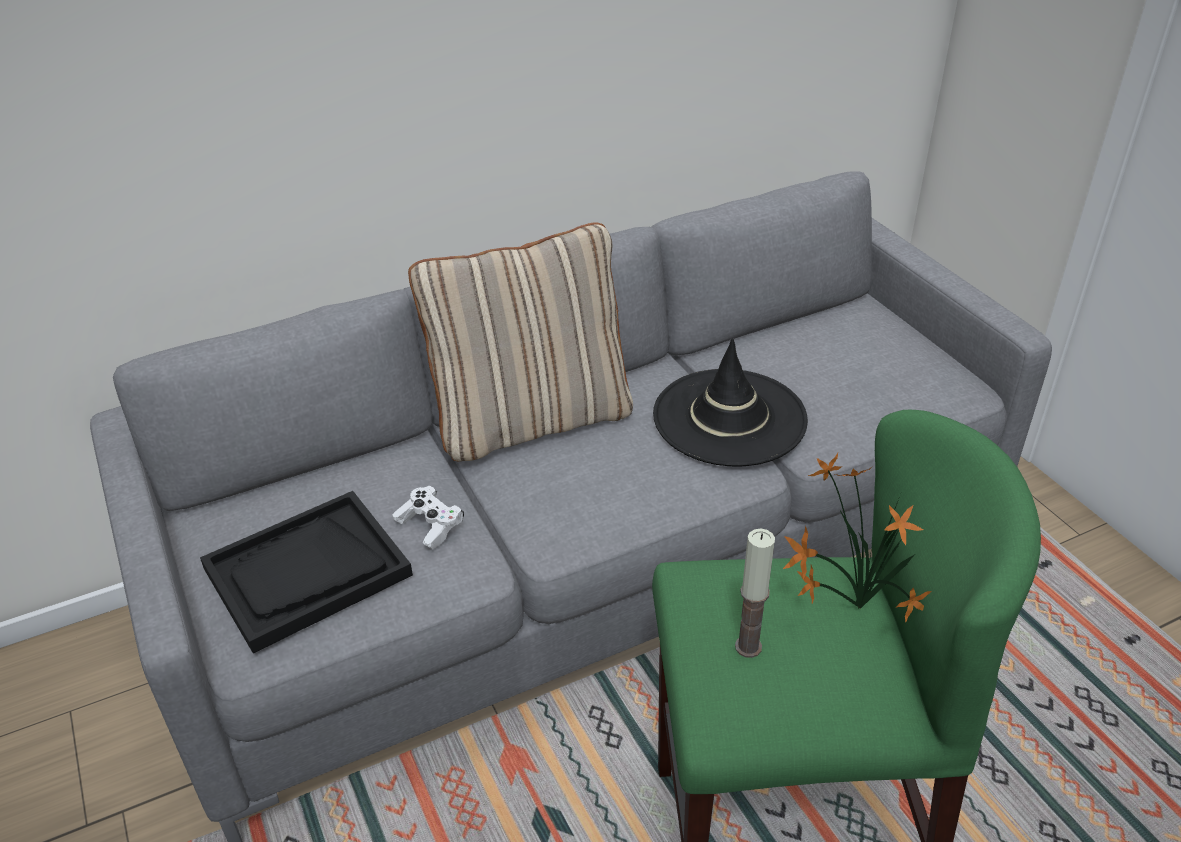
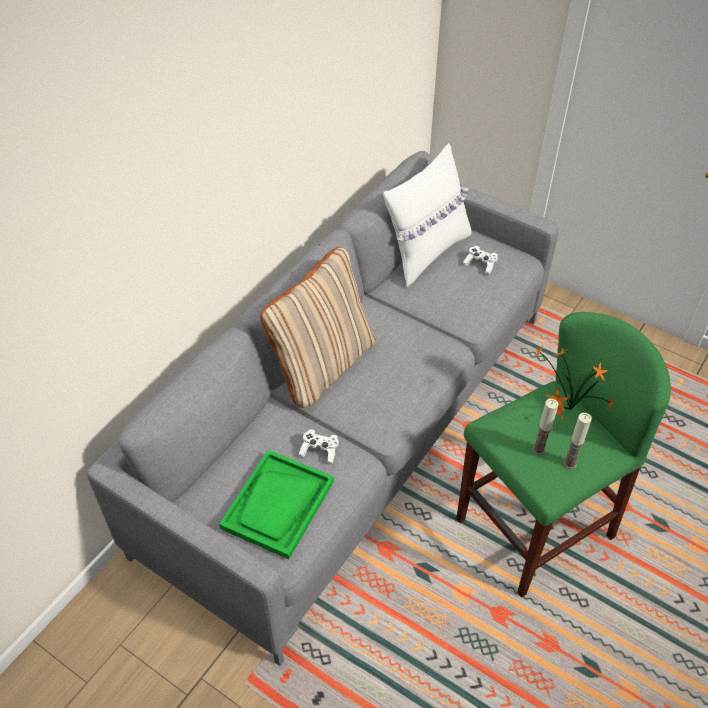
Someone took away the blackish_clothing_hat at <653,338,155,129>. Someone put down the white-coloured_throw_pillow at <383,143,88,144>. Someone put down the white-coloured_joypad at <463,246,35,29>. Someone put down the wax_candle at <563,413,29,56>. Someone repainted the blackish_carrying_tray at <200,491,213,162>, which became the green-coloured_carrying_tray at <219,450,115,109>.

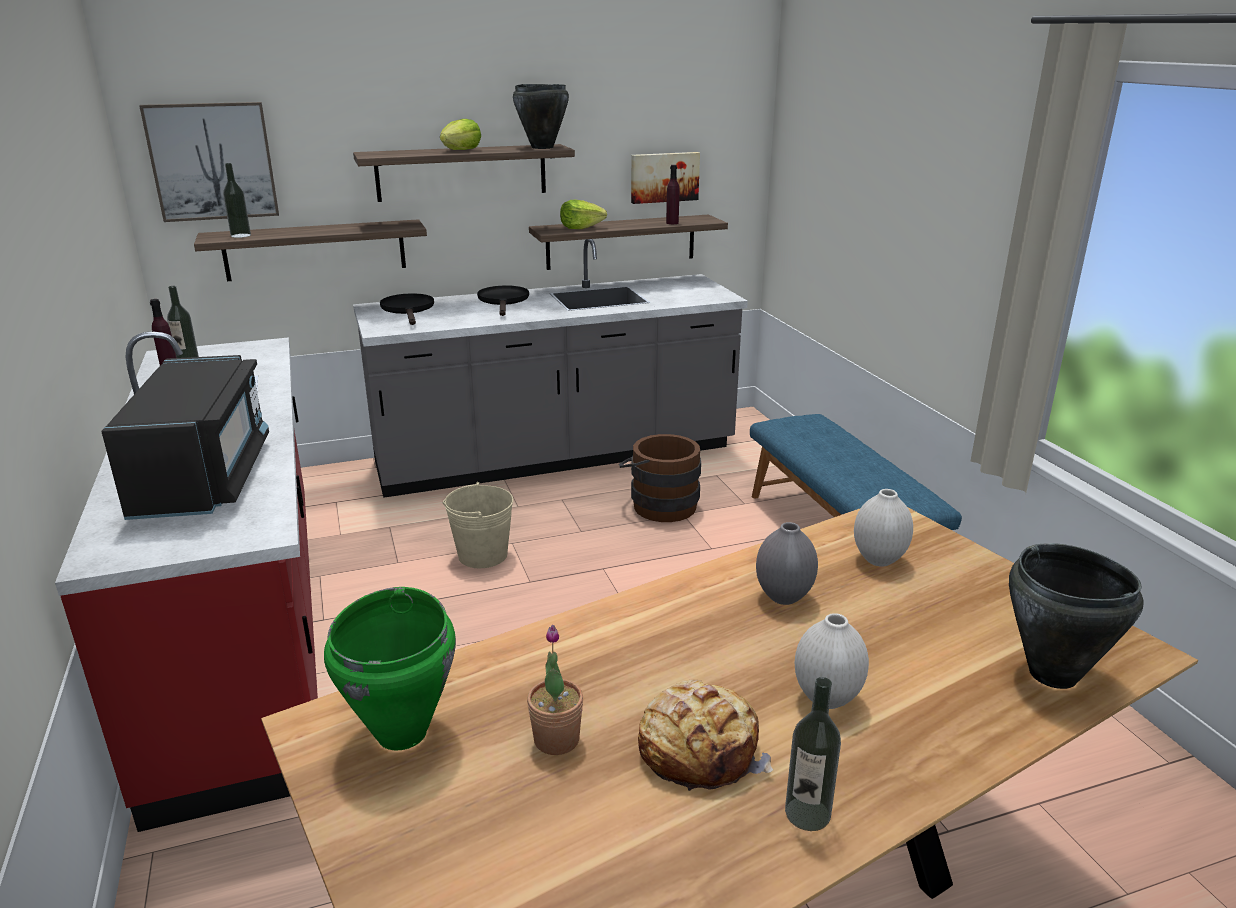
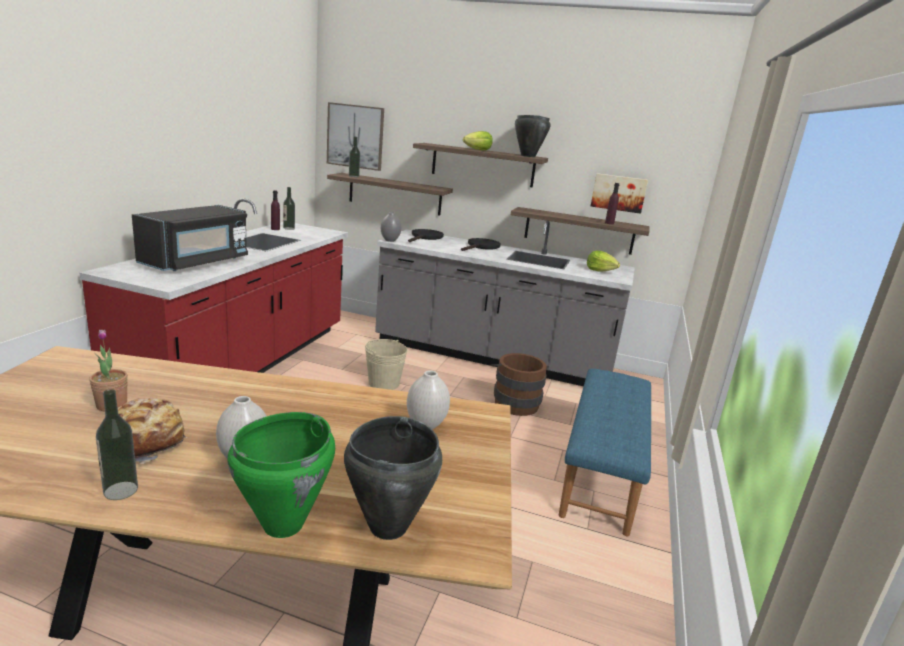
Someone carried the green-coloured_saucepot from <324,587,132,163> to <227,412,108,126>. Someone carried the head_of_lettuce from <560,200,47,29> to <587,251,33,21>. Someone carried the grey_vase from <756,522,62,83> to <381,212,20,30>.

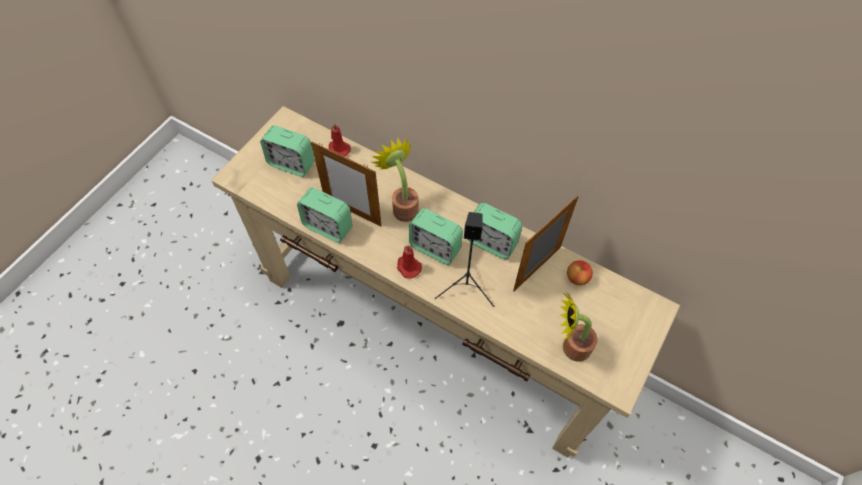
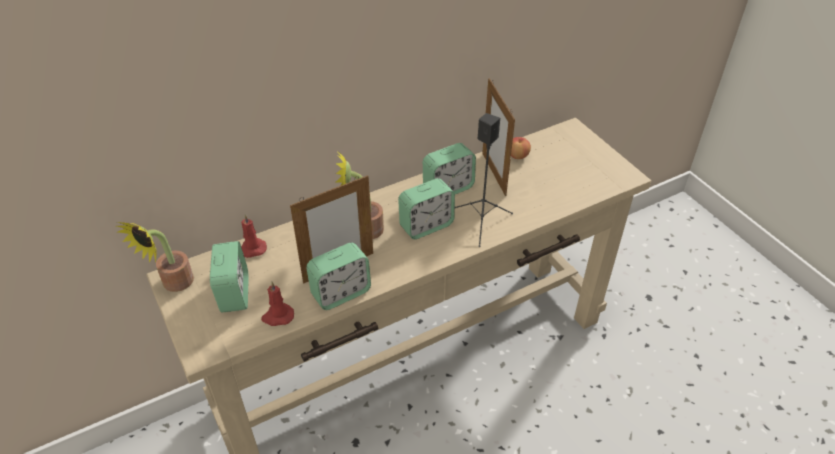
Someone carried the reddish_wax_candle from <397,245,25,34> to <261,282,33,44>. Someone carried the potted_plant from <560,290,38,72> to <117,222,77,70>. Someone rotated the alarm_clock at <260,125,55,52> by 60 degrees counterclockwise.

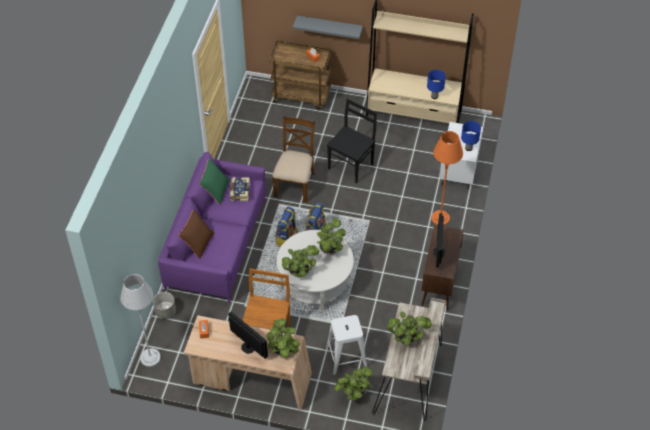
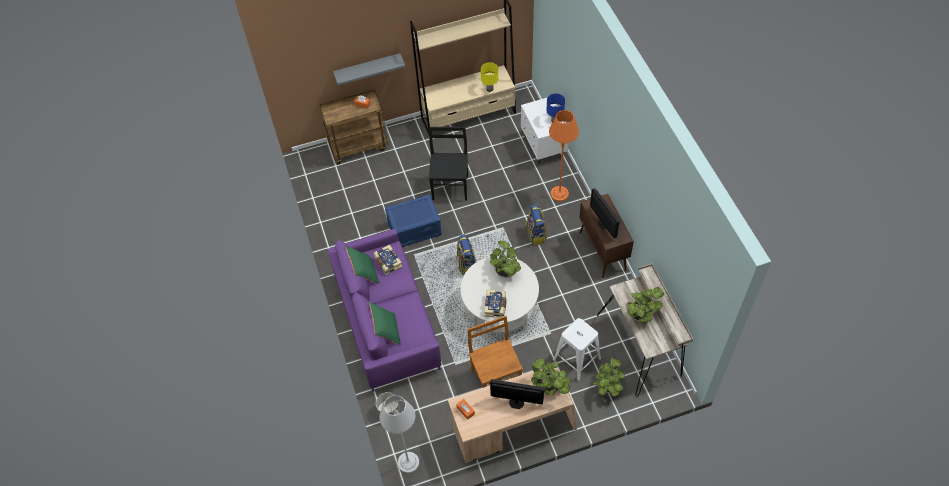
Someone carried the rucksack from <276,206,22,40> to <526,205,21,40>. Someone swapped the brown_plain_chair at <272,116,43,87> for the blue-coloured_storage_container at <385,194,57,53>. Someone swapped the potted_plant at <282,245,37,33> for the bound_book at <484,290,22,28>. Someone repainted the brown_throw_pillow at <178,209,37,49>, which became the green-coloured_throw_pillow at <369,302,32,43>. Someone repainted the blue-coloured_lamp_for_a_table at <427,70,19,29>, which became the yellow_lamp_for_a_table at <481,62,17,30>.

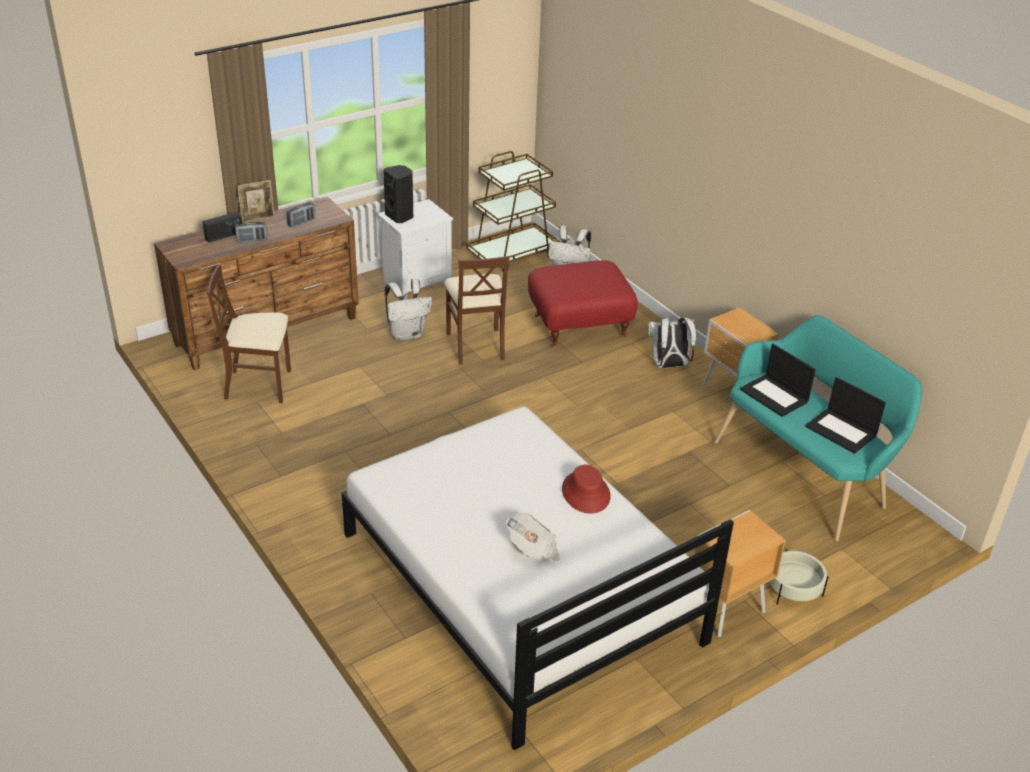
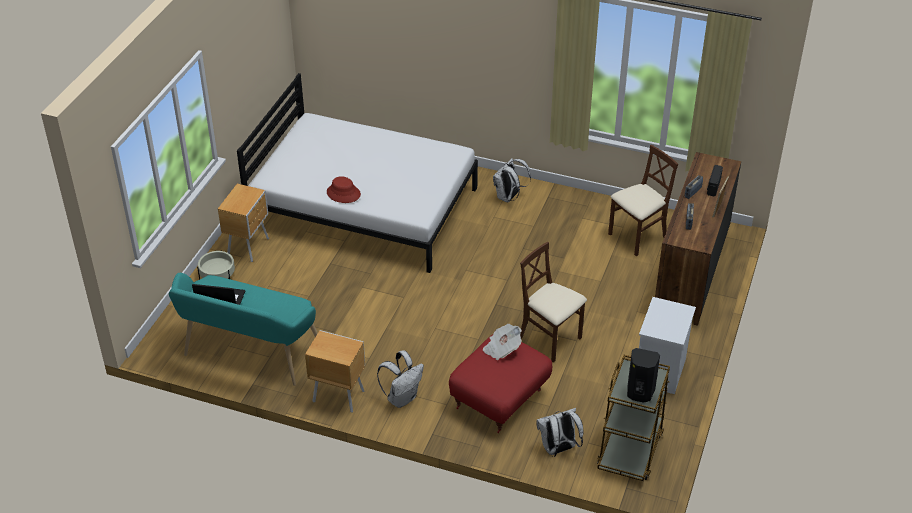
Someone took away the laptop at <740,344,76,73>. Someone carried the blackish_speaker from <383,165,30,58> to <627,348,33,55>. Someone carried the white-coloured_rucksack from <384,279,48,62> to <493,158,38,44>. Someone carried the daily_paper from <506,513,54,48> to <483,324,39,36>.

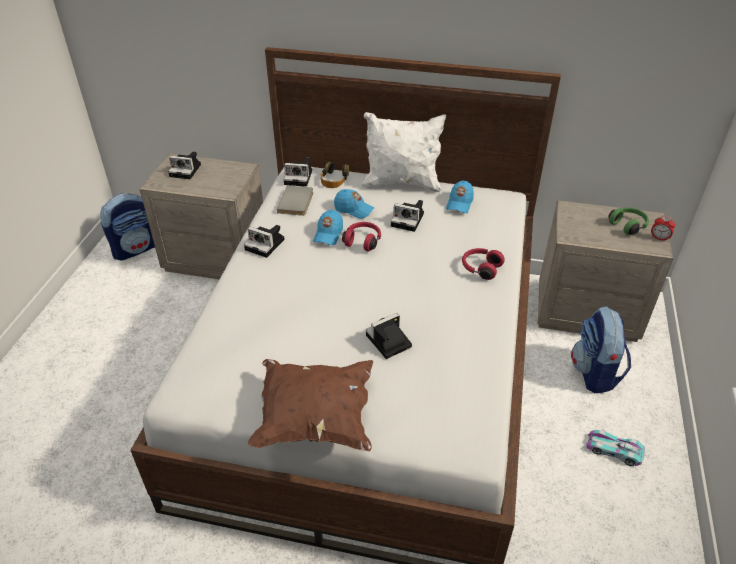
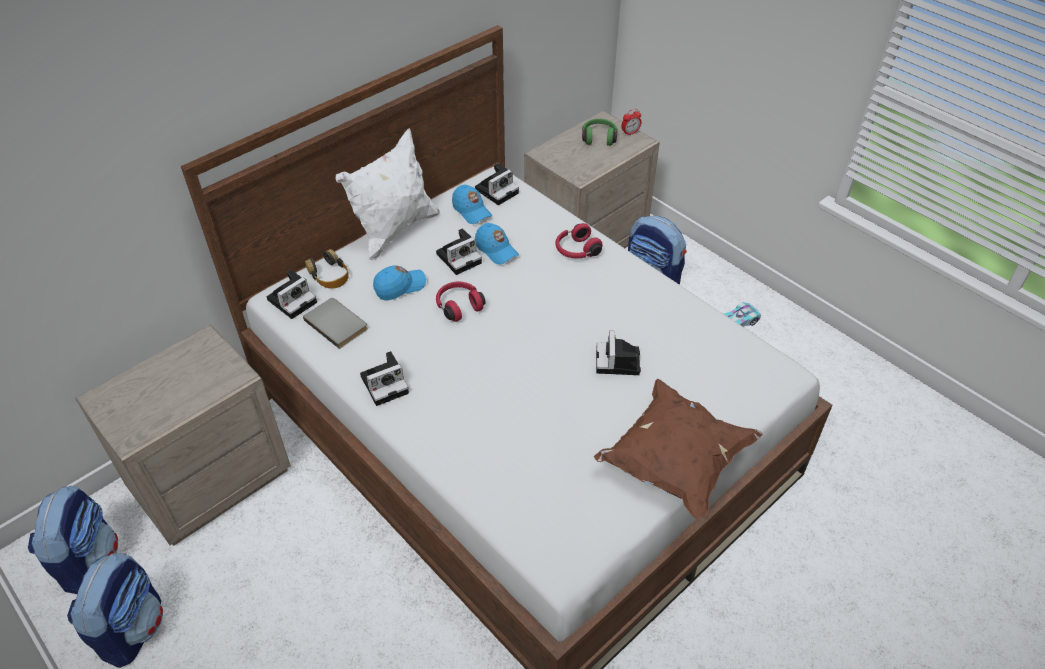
Someone put down the rucksack at <67,553,96,115>. Someone carried the still_camera from <168,151,33,28> to <475,163,44,42>. Someone carried the blue-coloured_cap from <313,210,30,35> to <475,223,44,41>.

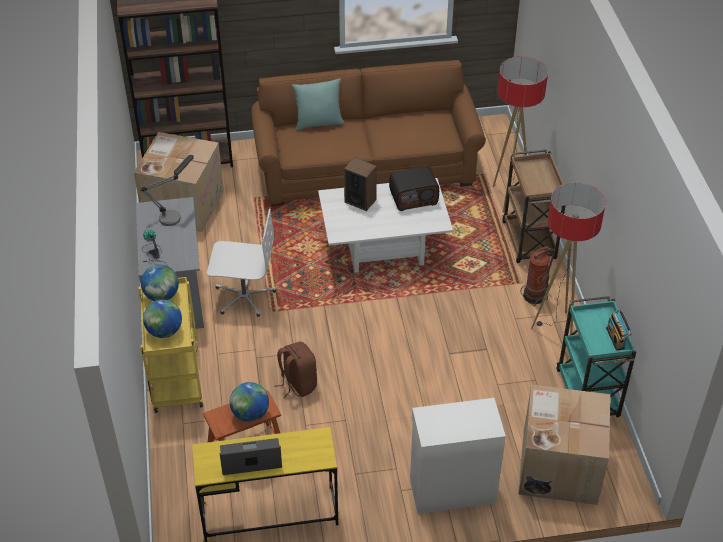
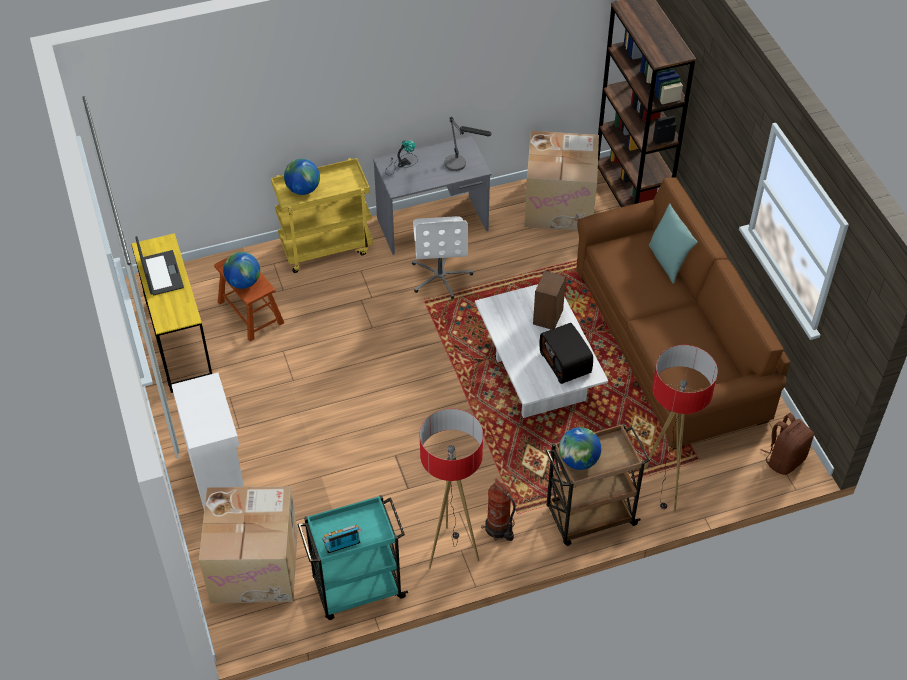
Someone carried the desk_globe from <141,265,38,36> to <559,427,42,43>. Someone carried the brown_rucksack from <274,342,43,57> to <761,413,53,62>.

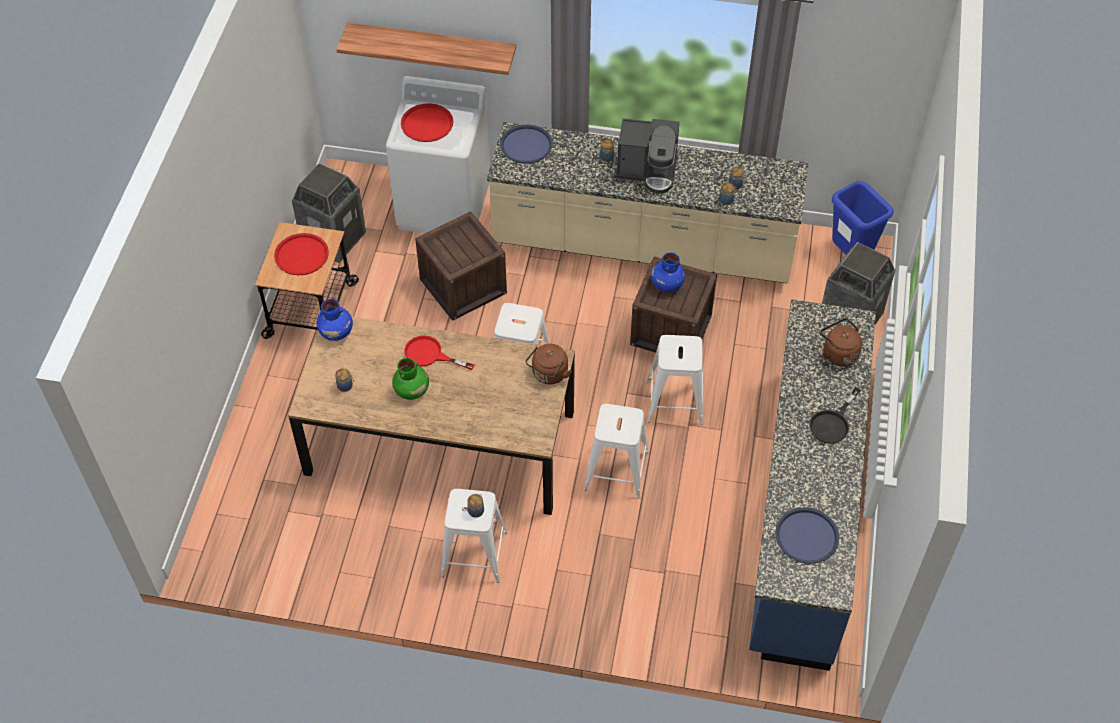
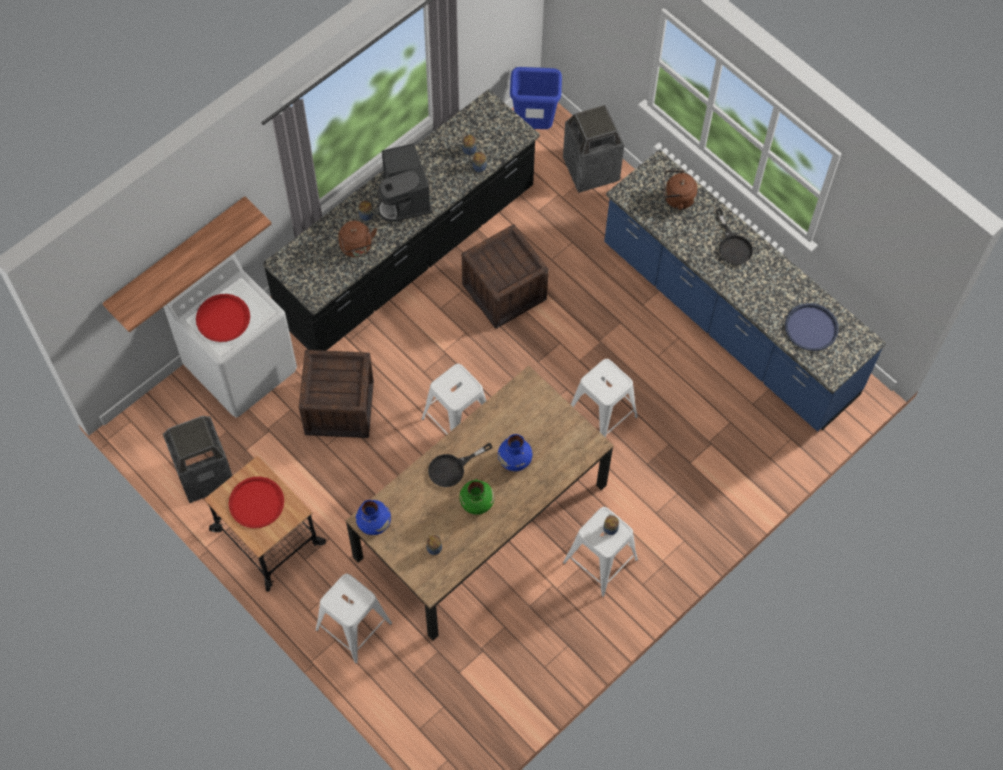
Someone took away the blue-coloured_carrying_tray at <500,124,53,40>. Someone carried the brown_water_kettle from <526,344,46,41> to <338,221,39,36>. Someone carried the white-coloured_sitting_stool from <648,335,55,90> to <315,574,77,89>. Someone carried the blue-coloured_vase from <651,252,34,40> to <498,434,34,37>. Someone repainted the reddish_pan at <404,335,71,35>, which became the blackish_pan at <428,443,64,44>. Someone repainted the beige-coloured_kitchen_counter at <487,122,322,161>, which became the blackish_kitchen_counter at <263,89,277,262>. Someone rotated the coffee_maker at <615,118,65,76> by 120 degrees clockwise.

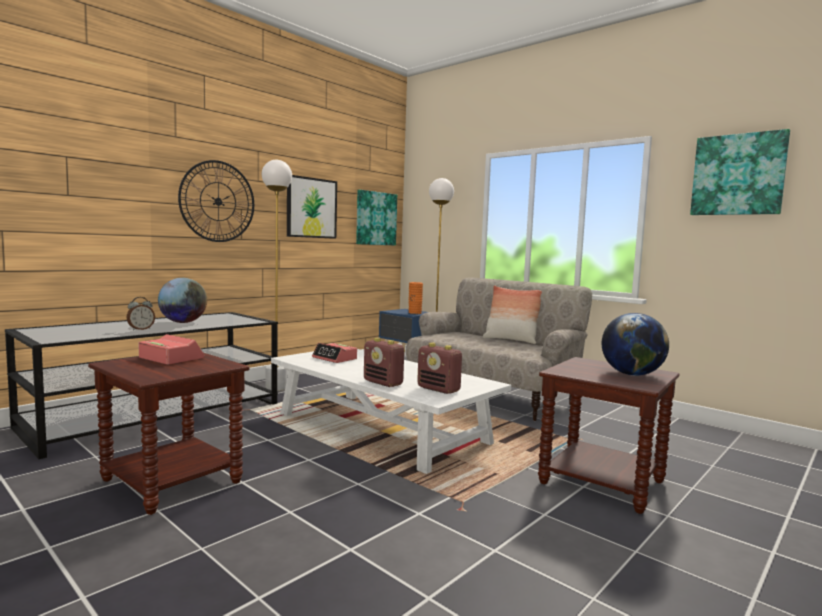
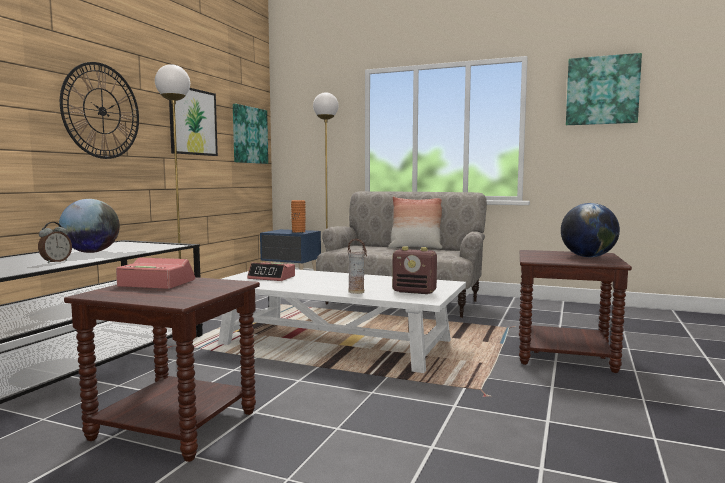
Someone swapped the radio at <364,337,41,50> for the vase at <347,238,20,56>.

